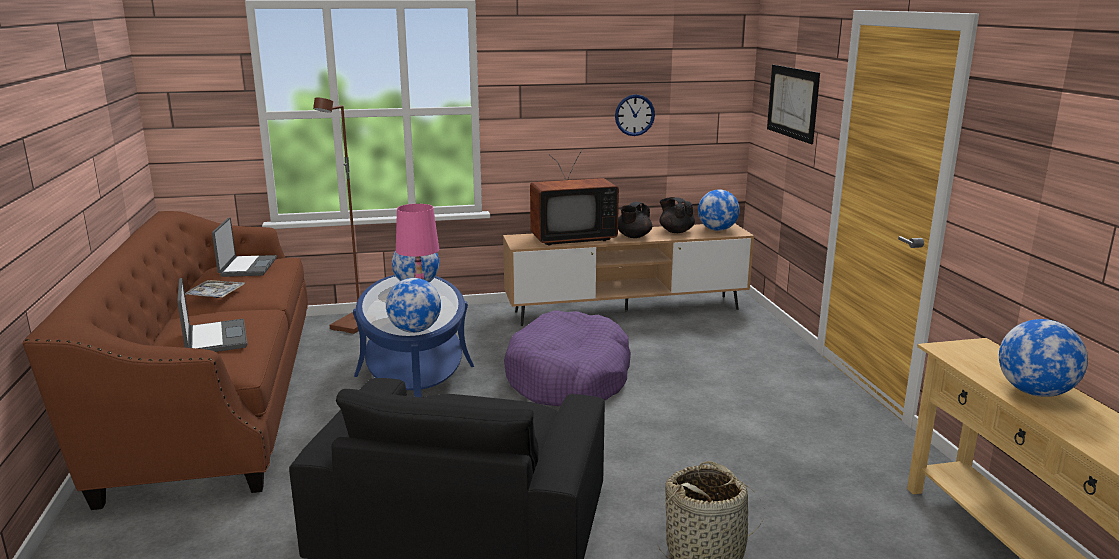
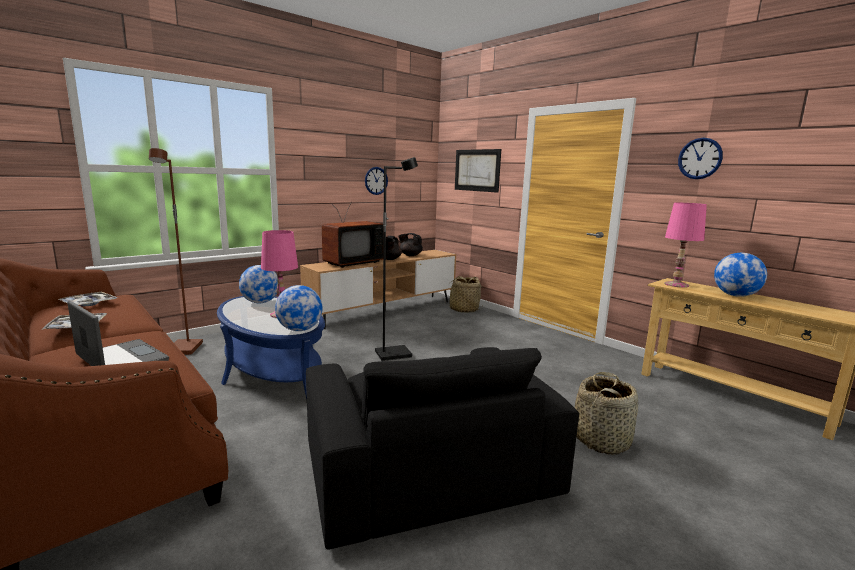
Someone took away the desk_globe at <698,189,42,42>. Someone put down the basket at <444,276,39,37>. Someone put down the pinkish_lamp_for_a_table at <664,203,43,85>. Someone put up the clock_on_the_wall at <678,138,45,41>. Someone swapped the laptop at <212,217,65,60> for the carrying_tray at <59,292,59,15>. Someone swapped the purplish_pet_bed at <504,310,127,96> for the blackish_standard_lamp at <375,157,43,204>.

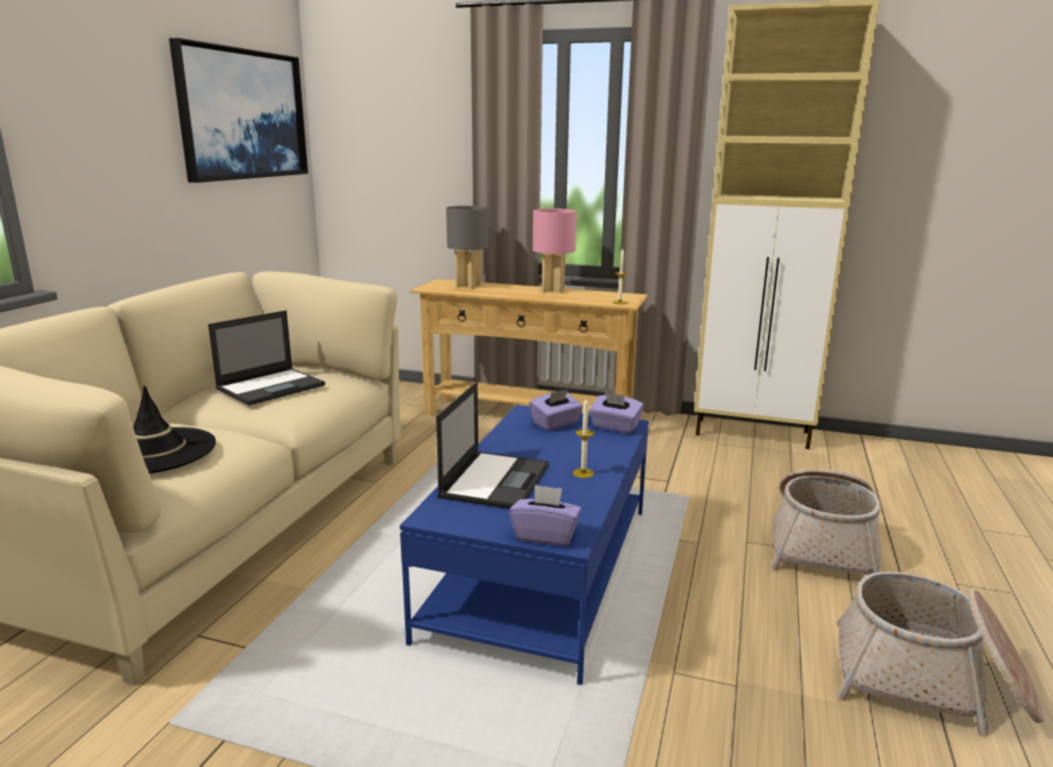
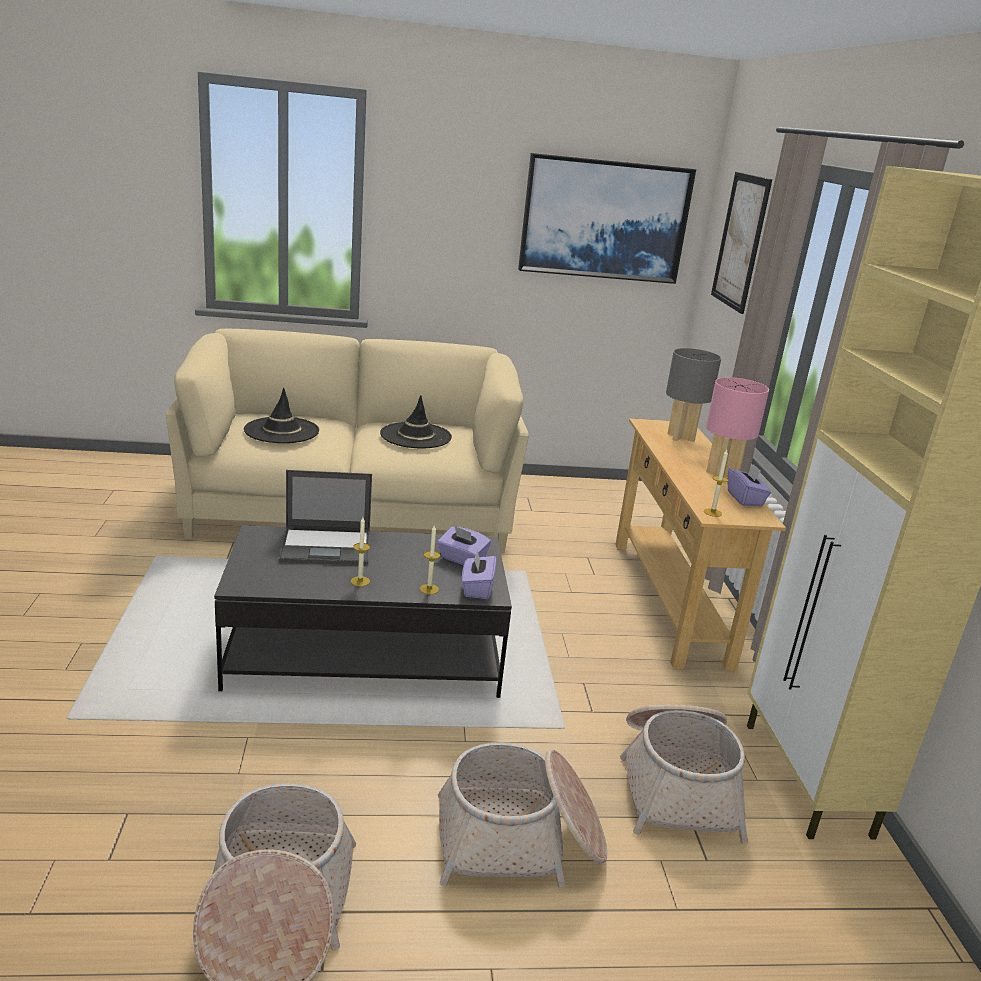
Someone put down the wax_candle at <420,524,20,71>. Someone put down the basket at <620,704,128,140>. Someone put up the picture at <711,172,61,142>. Someone carried the purplish_tissue_box from <509,485,73,61> to <728,464,43,42>. Someone swapped the laptop at <208,310,117,96> for the blackish_clothing_hat at <380,395,72,54>. Someone repainted the blue-coloured_low_table at <400,405,249,280>, which became the blackish_low_table at <214,525,298,173>.

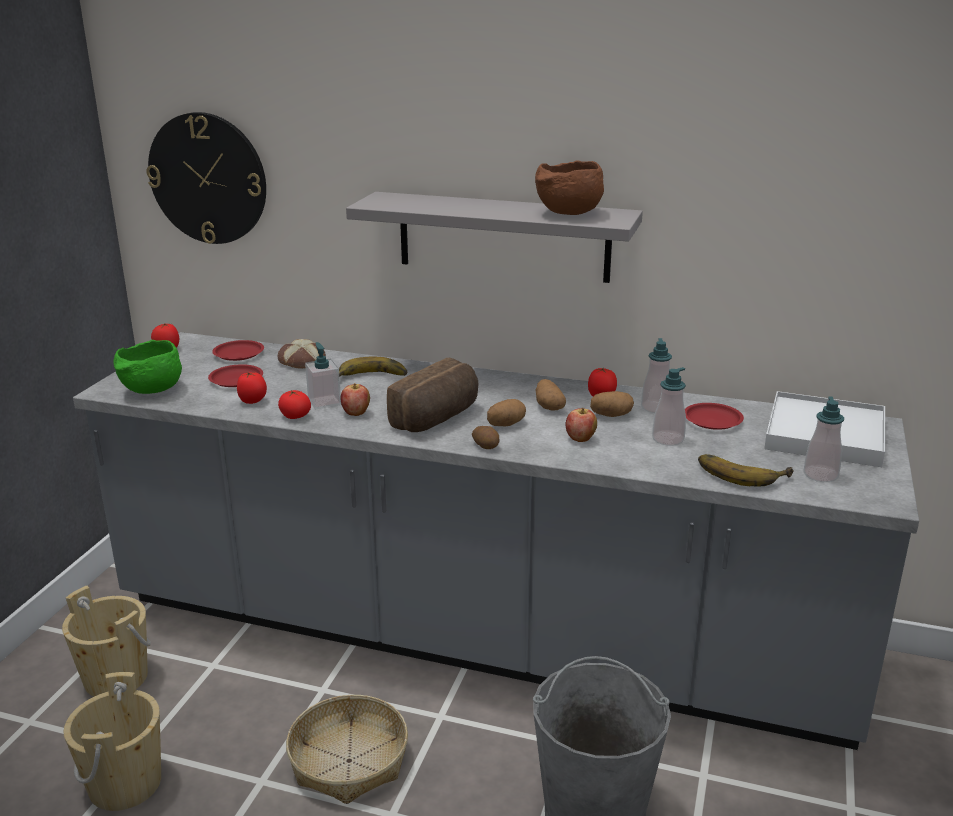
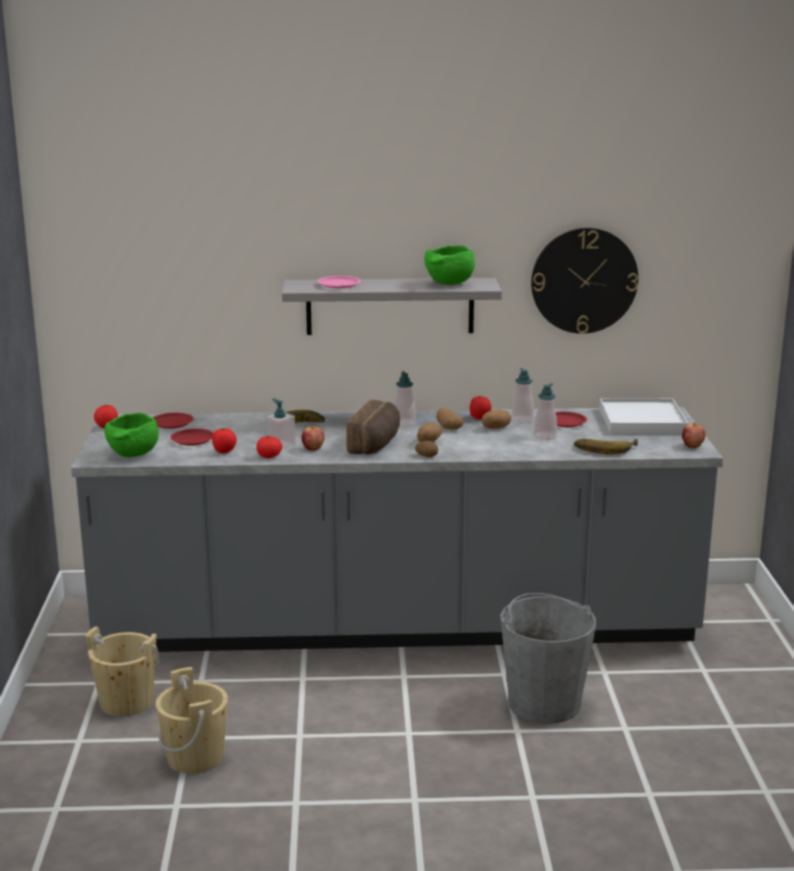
Someone took away the bread at <278,339,48,30>. Someone took away the basket at <286,695,122,109>. Someone put down the pinkish_plate at <317,276,44,12>. Someone carried the clock_on_the_wall from <146,112,120,132> to <531,228,107,106>. Someone carried the apple from <566,408,31,34> to <682,423,24,25>. Someone carried the soap_bottle from <803,396,41,86> to <394,371,22,56>. Someone repainted the brown_deep_dish at <535,160,69,55>, which became the green-coloured_deep_dish at <424,245,51,40>.

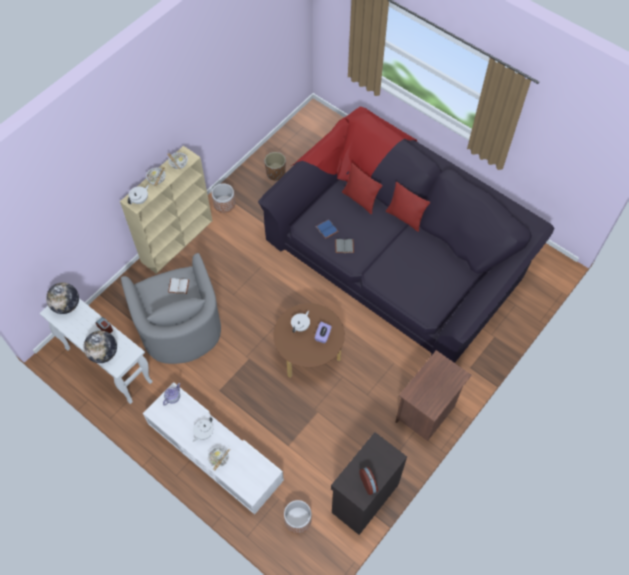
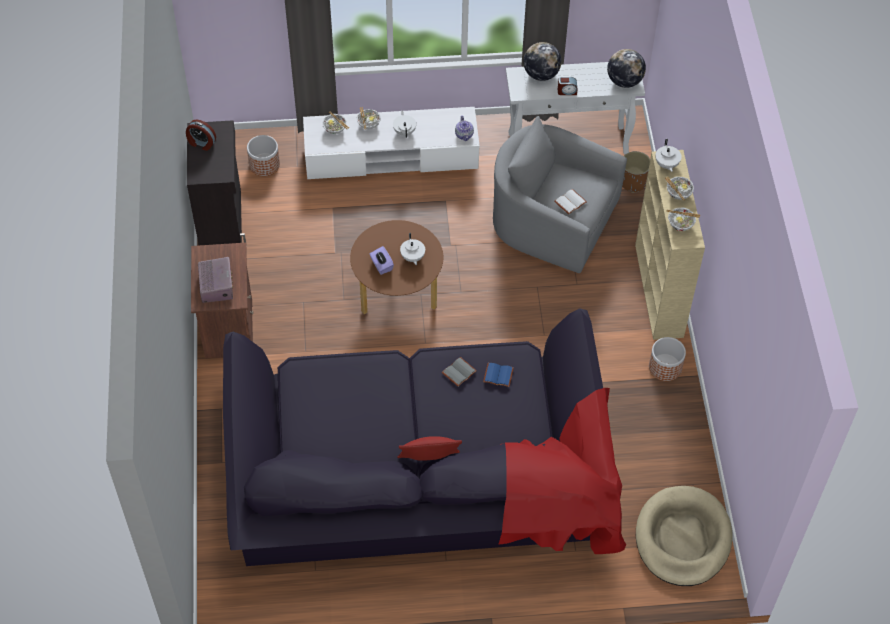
Someone took away the reddish_throw_pillow at <342,163,41,52>. Someone put down the radio at <198,257,35,46>. Someone put down the deep_dish at <322,111,27,23>. Someone put down the beige-coloured_pet_bed at <636,486,97,100>. Someone carried the brown_flower_pot from <265,152,21,29> to <622,151,28,42>.

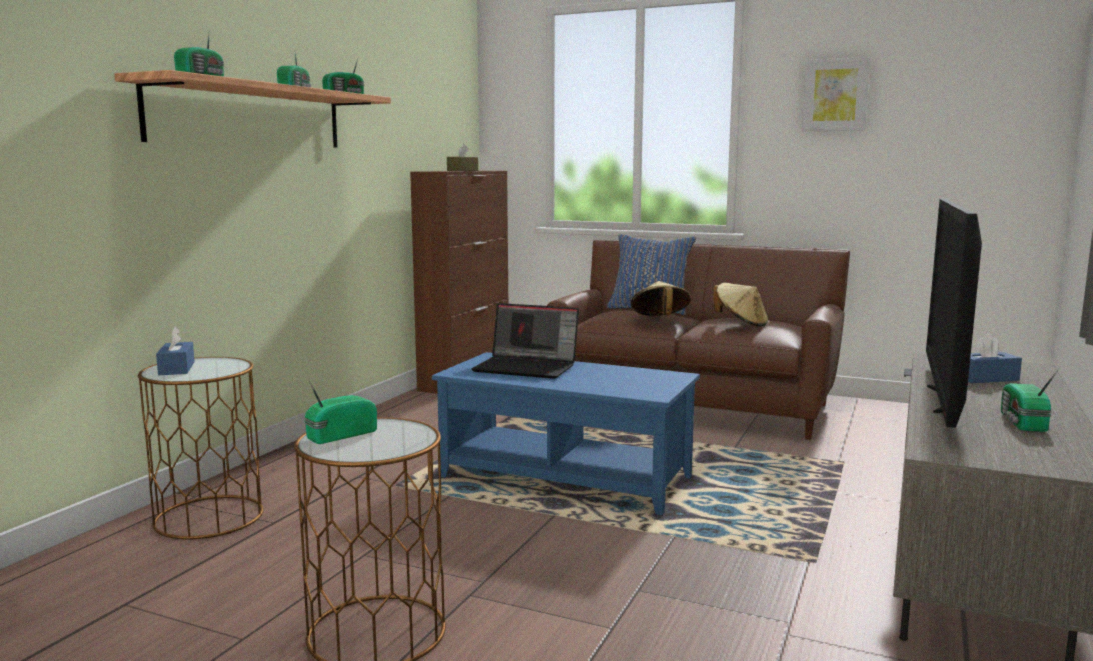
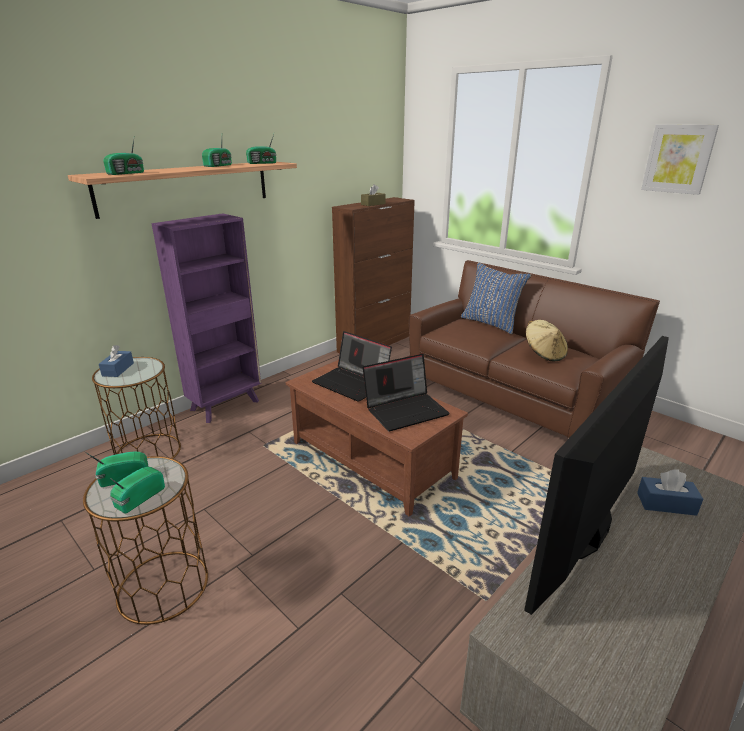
Someone took away the beige-coloured_clothing_hat at <631,281,60,35>. Someone put down the purplish_bookshelf at <151,213,110,210>. Someone put down the laptop at <363,354,87,77>. Someone carried the radio from <1001,369,58,63> to <110,467,55,46>. Someone repainted the blue-coloured_low_table at <432,352,268,163>, which became the brown_low_table at <286,360,182,157>.

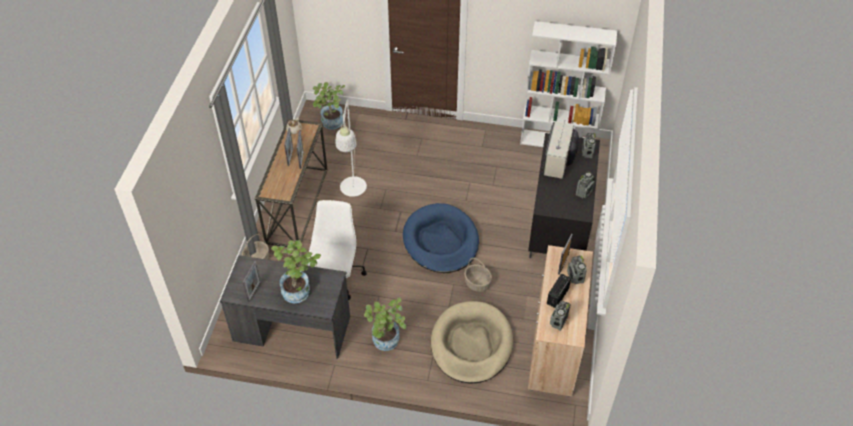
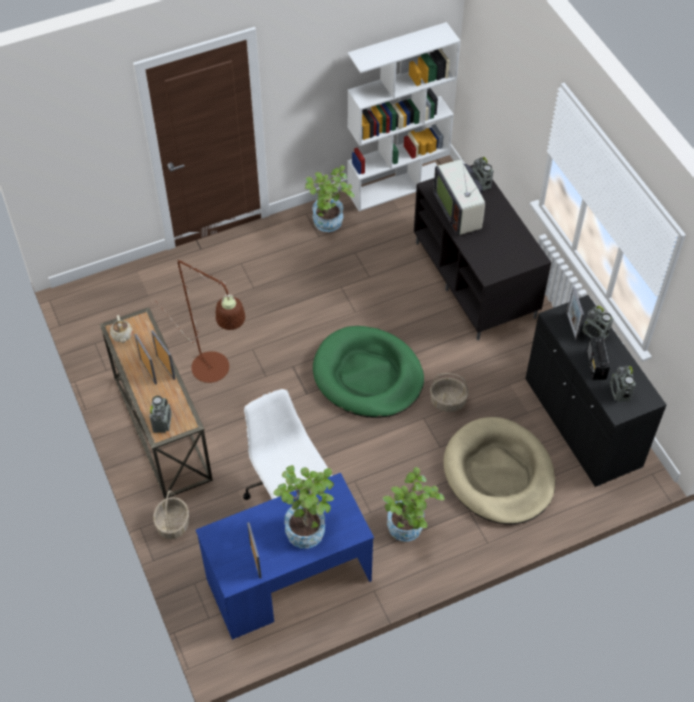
Someone carried the potted_plant from <313,82,32,47> to <305,165,49,67>. Someone carried the radio from <576,172,19,27> to <150,396,22,37>. Someone repainted the grey_desk_table at <220,255,130,104>, which became the blue-coloured_desk_table at <196,473,178,167>. Someone repainted the white-coloured_standard_lamp at <335,100,32,97>, which became the brown_standard_lamp at <155,260,90,123>. Someone repainted the blue-coloured_pet_bed at <403,203,76,70>, which became the green-coloured_pet_bed at <313,326,111,92>. Someone repainted the beige-coloured_storage_cabinet at <528,245,65,152>, which became the blackish_storage_cabinet at <525,295,142,192>.

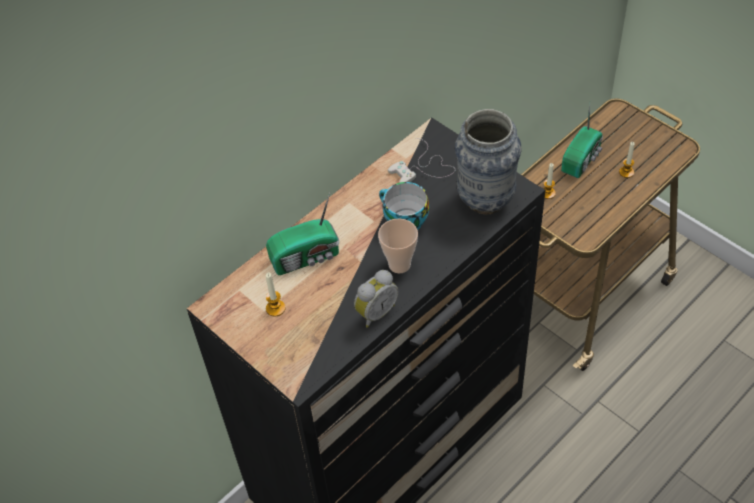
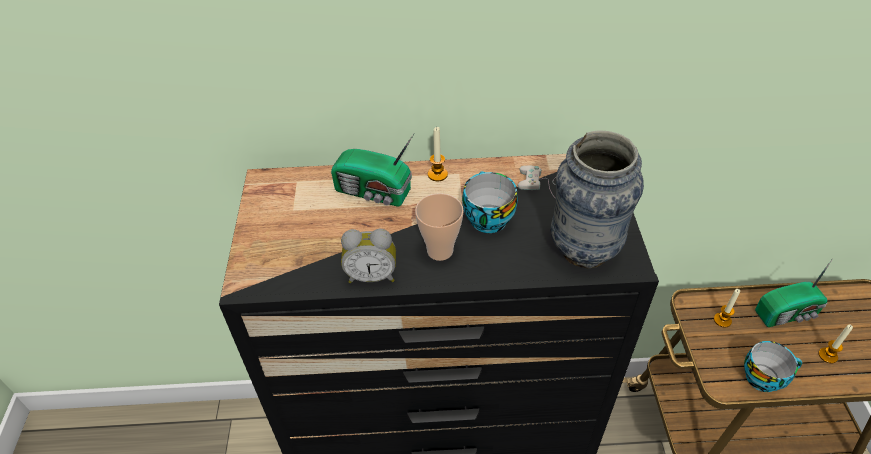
Someone put down the small_cup at <744,341,58,51>. Someone carried the wax_candle from <266,273,20,43> to <428,127,20,54>.

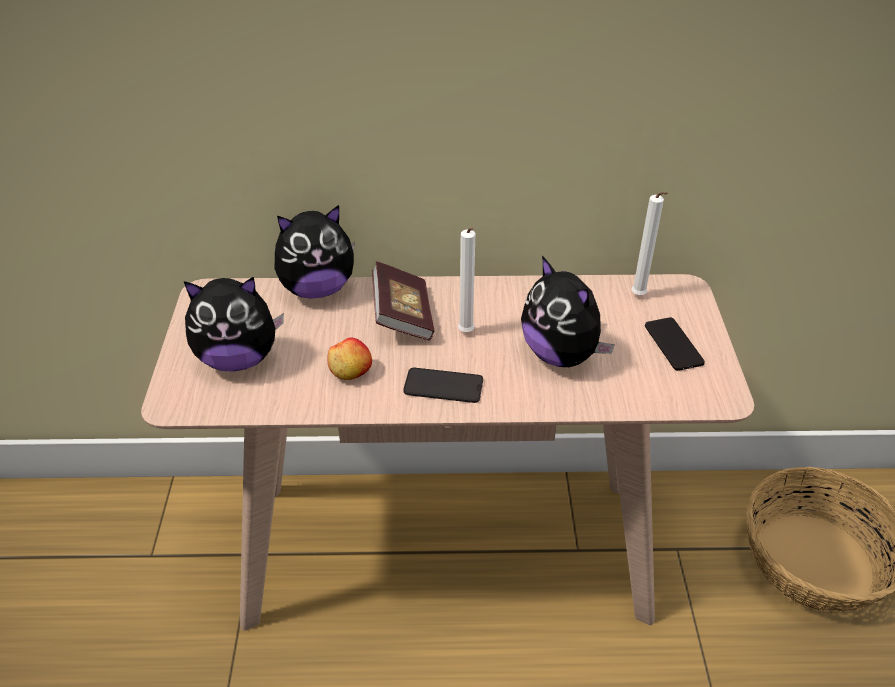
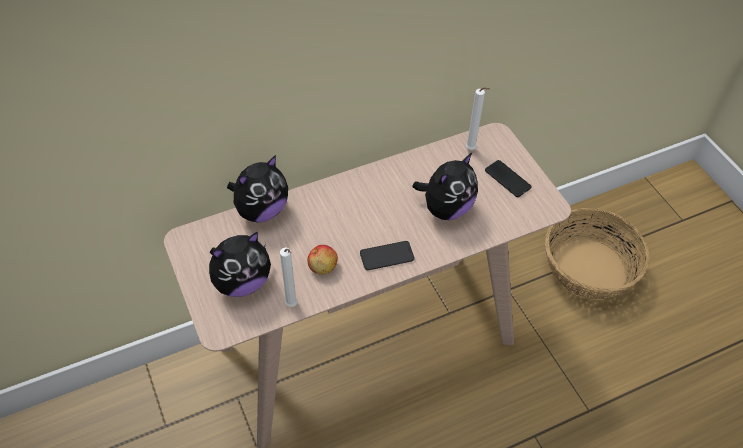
Someone took away the bound_book at <372,261,63,79>. Someone carried the white-coloured_wax_candle from <458,228,17,104> to <280,247,18,60>. Someone rotated the cuddly_toy at <521,256,94,111> by 75 degrees counterclockwise.

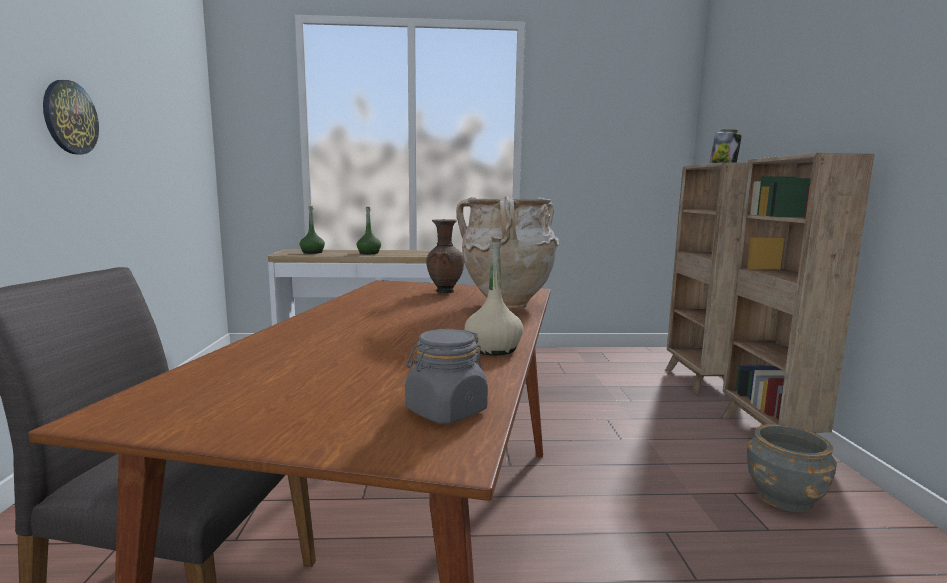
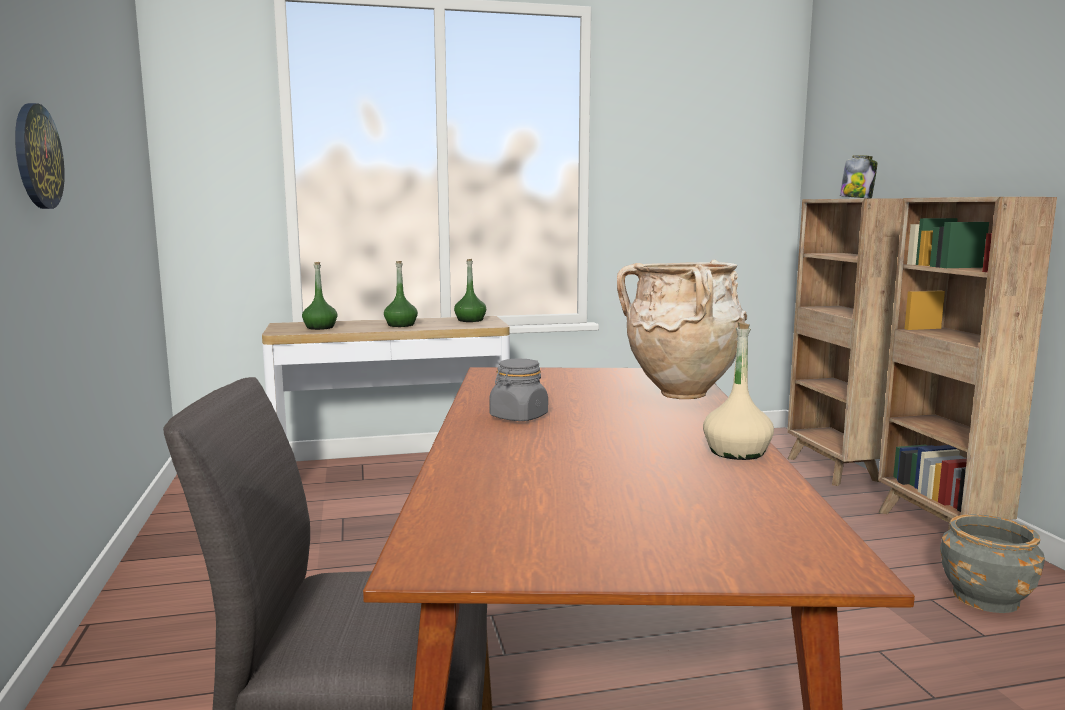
Someone took away the brown_vase at <426,219,38,74>. Someone put down the green-coloured_bottle at <454,259,32,63>. Someone carried the grey_jar from <405,329,83,95> to <489,359,59,62>.

